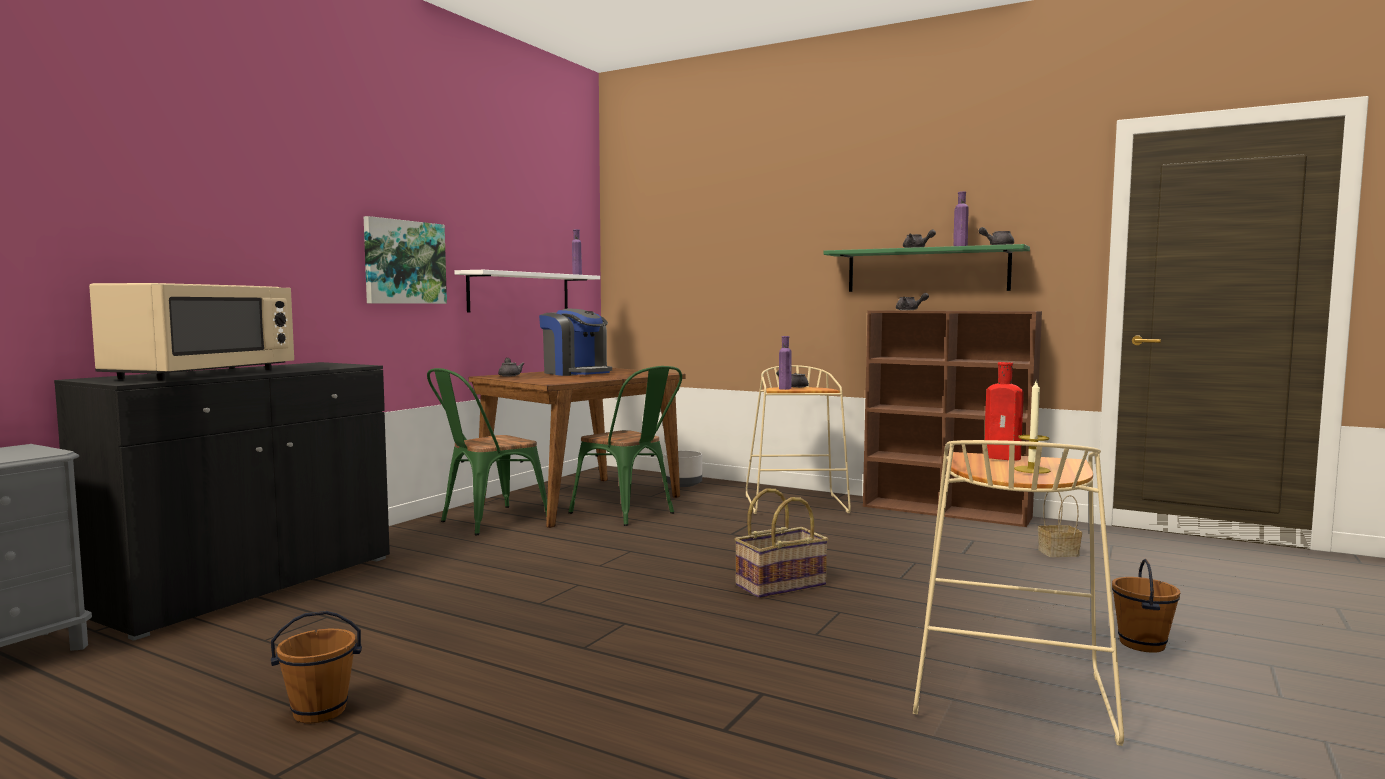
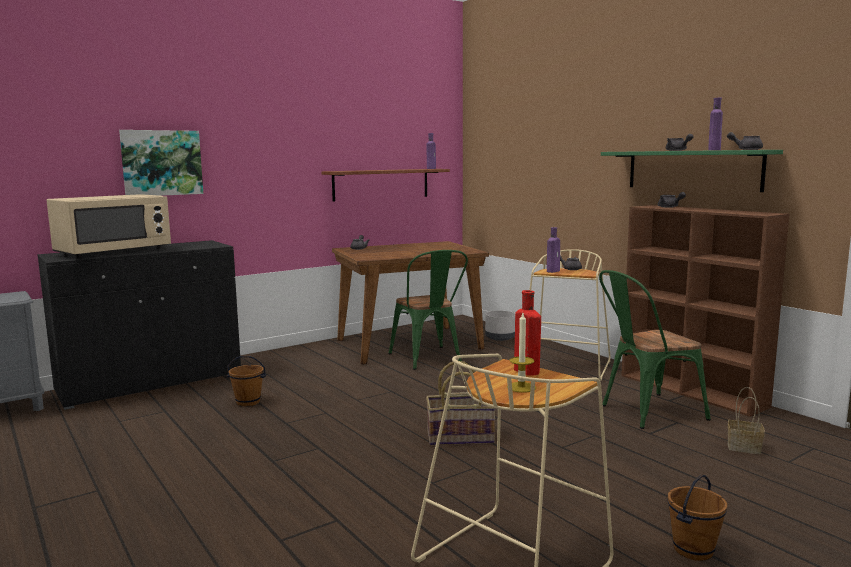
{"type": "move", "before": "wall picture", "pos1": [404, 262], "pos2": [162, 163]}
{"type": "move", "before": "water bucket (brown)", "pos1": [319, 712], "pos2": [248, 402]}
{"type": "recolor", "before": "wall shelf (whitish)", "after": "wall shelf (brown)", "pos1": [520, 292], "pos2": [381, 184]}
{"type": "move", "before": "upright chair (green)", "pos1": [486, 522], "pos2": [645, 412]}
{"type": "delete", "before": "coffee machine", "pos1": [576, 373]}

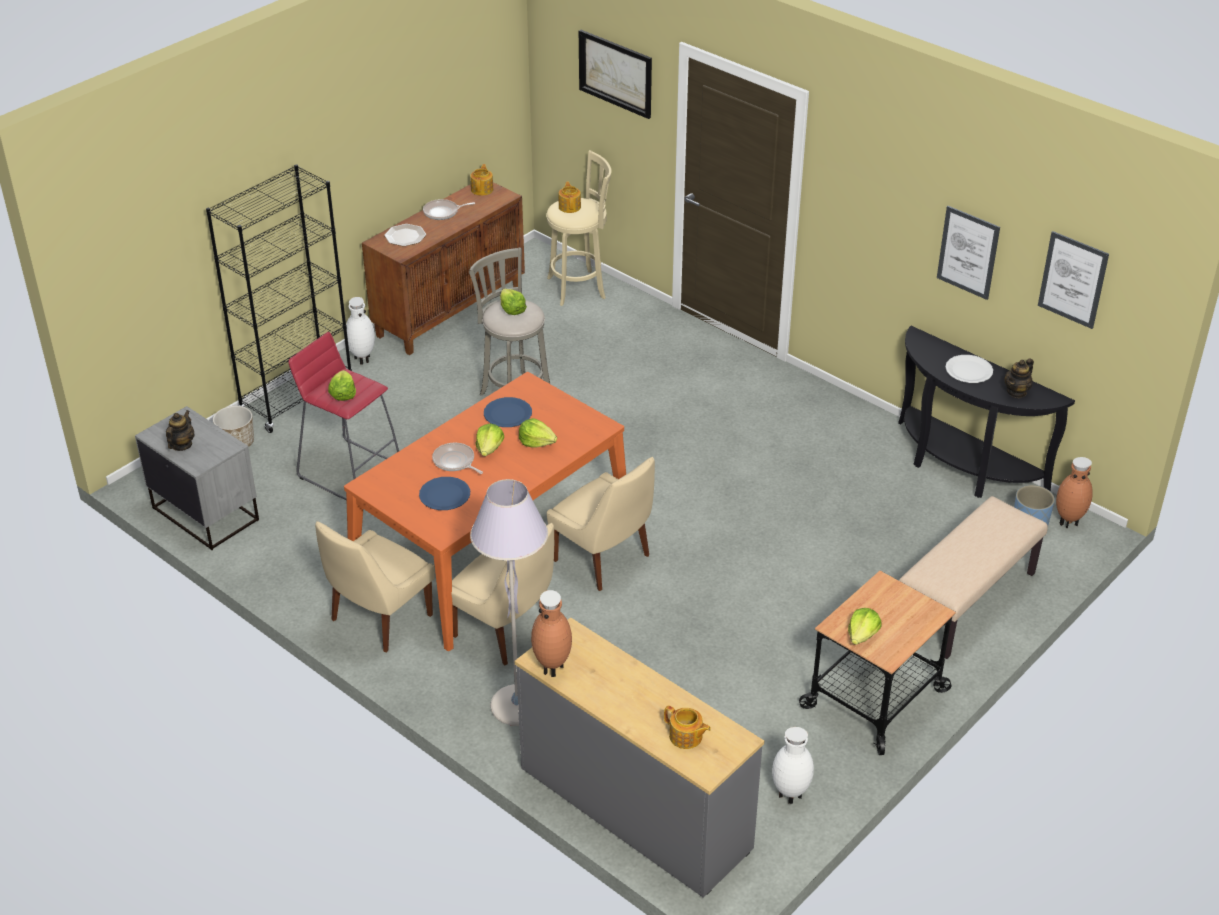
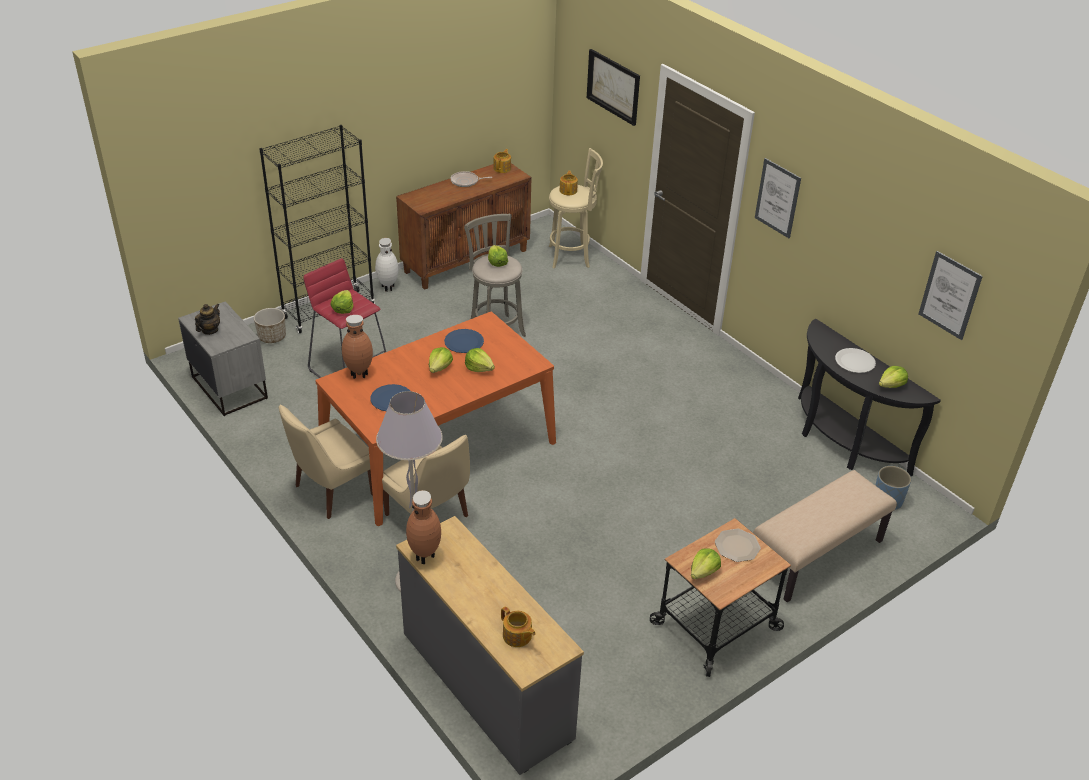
{"type": "move", "before": "vase (brown)", "pos1": [1068, 522], "pos2": [359, 374]}
{"type": "move", "before": "dinner plate", "pos1": [405, 236], "pos2": [737, 546]}
{"type": "move", "before": "wall picture", "pos1": [968, 252], "pos2": [777, 198]}
{"type": "replace", "before": "tea pot", "after": "lettuce head", "pos1": [1016, 392], "pos2": [891, 385]}
{"type": "delete", "before": "skillet", "pos1": [455, 462]}
{"type": "delete", "before": "upright chair (beige)", "pos1": [604, 560]}
{"type": "delete", "before": "vase (whitish)", "pos1": [790, 797]}

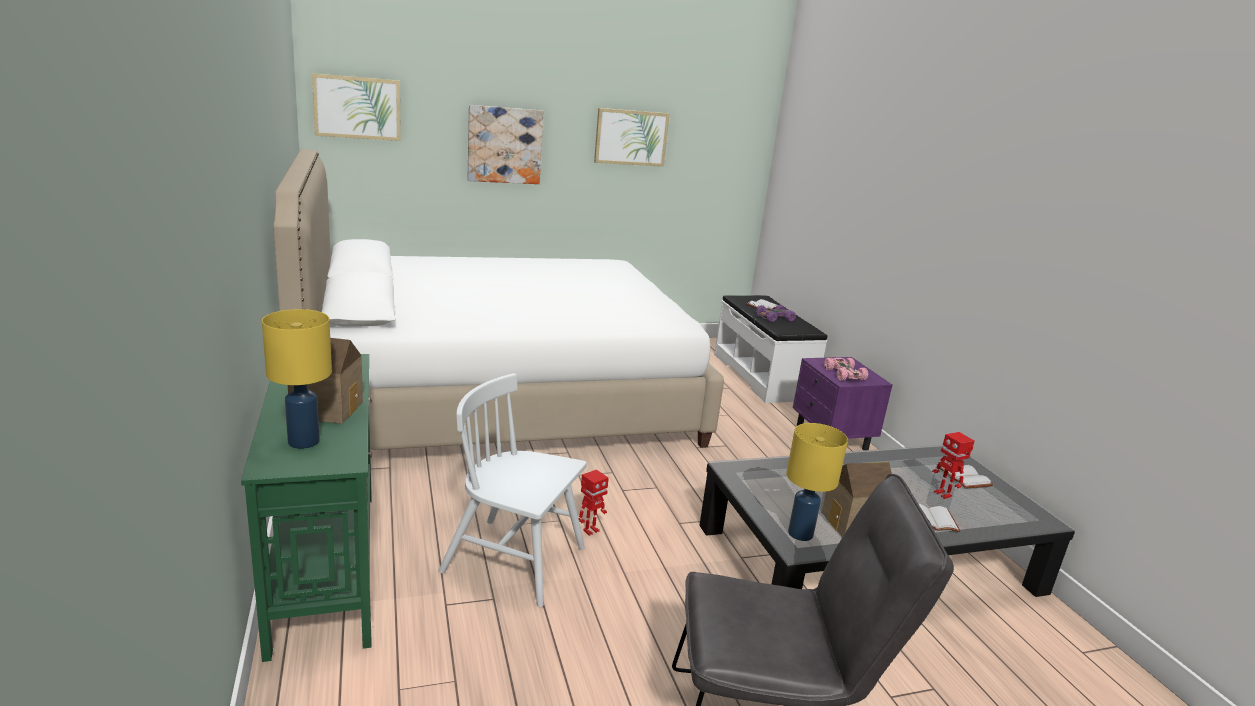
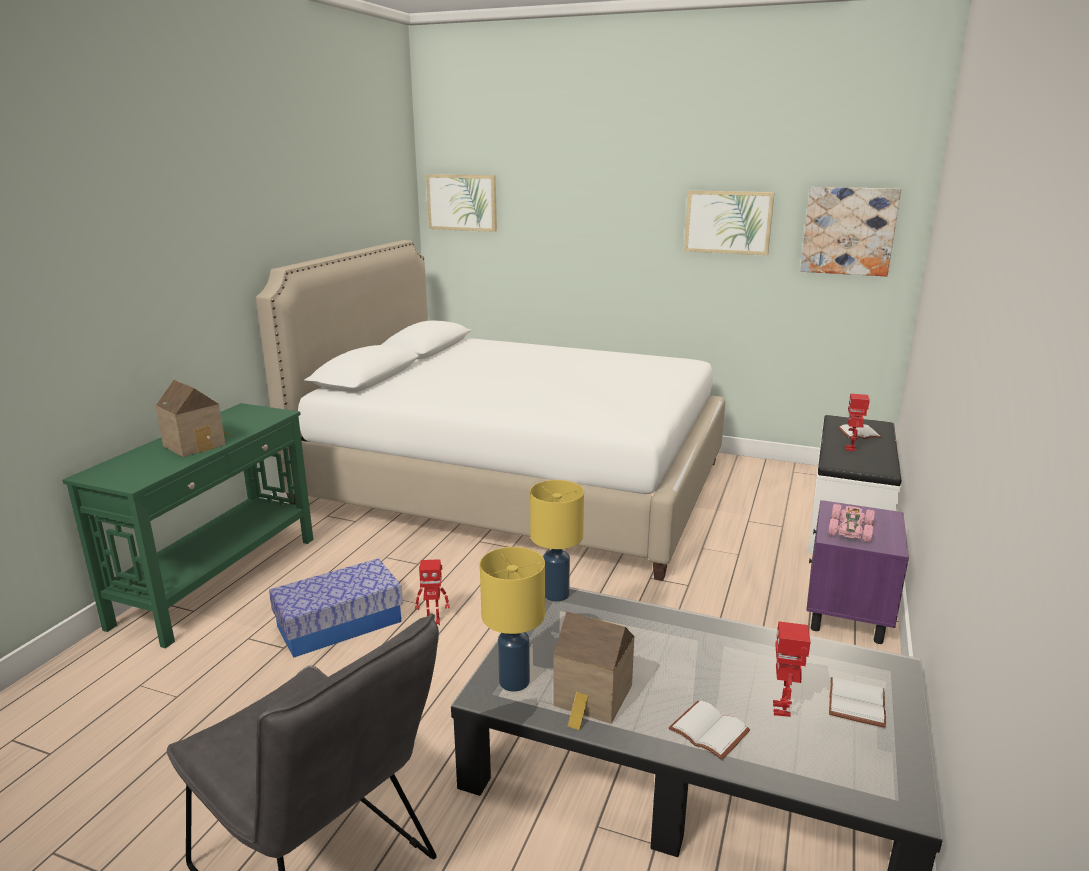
{"type": "replace", "before": "upright chair (whitish)", "after": "storage bin", "pos1": [514, 560], "pos2": [339, 624]}
{"type": "move", "before": "tabletop lamp (yellowish)", "pos1": [302, 442], "pos2": [555, 594]}
{"type": "move", "before": "wall picture", "pos1": [504, 145], "pos2": [848, 231]}
{"type": "replace", "before": "model car (purple-coloured)", "after": "robot figure", "pos1": [774, 318], "pos2": [851, 448]}

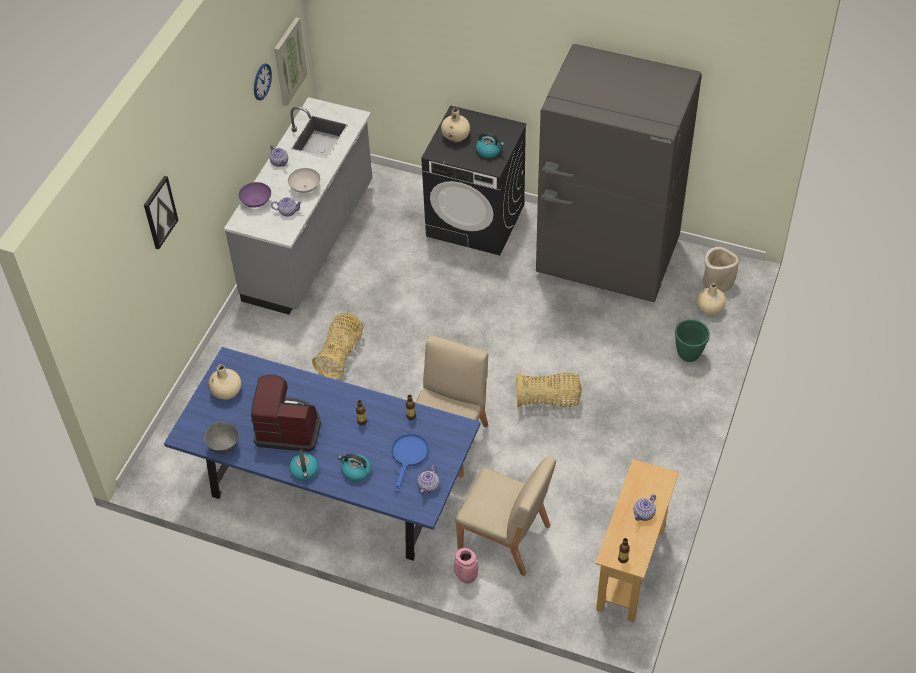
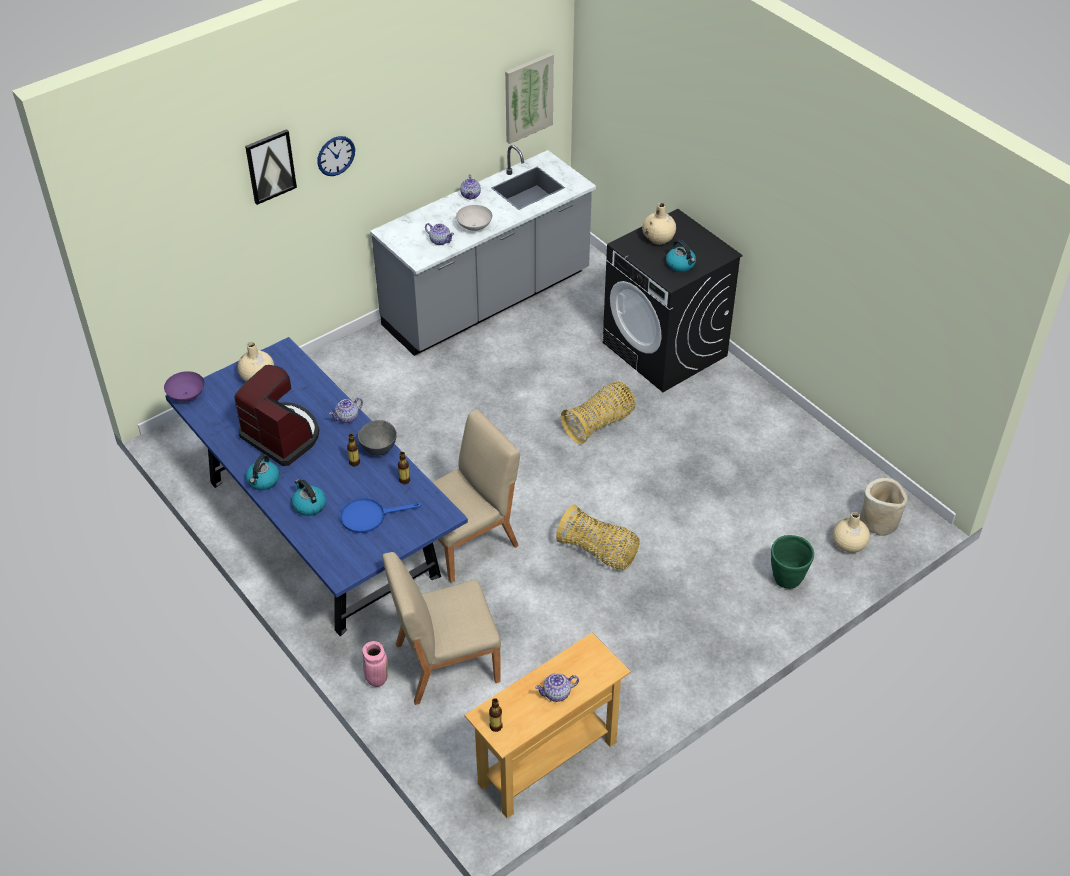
{"type": "move", "before": "serving bowl (purple-coloured)", "pos1": [256, 202], "pos2": [186, 396]}
{"type": "move", "before": "wall clock", "pos1": [262, 81], "pos2": [336, 155]}
{"type": "move", "before": "tea pot", "pos1": [429, 486], "pos2": [347, 417]}
{"type": "rotate", "before": "skillet (blue)", "pos1": [408, 457], "pos2": [369, 516], "turn": -150}
{"type": "move", "before": "serving bowl (grey)", "pos1": [224, 447], "pos2": [378, 450]}
{"type": "rotate", "before": "upright chair (beige)", "pos1": [505, 538], "pos2": [445, 662], "turn": 105}
{"type": "move", "before": "basket", "pos1": [341, 354], "pos2": [599, 424]}
{"type": "delete", "before": "kitchen fridge (grey)", "pos1": [607, 259]}

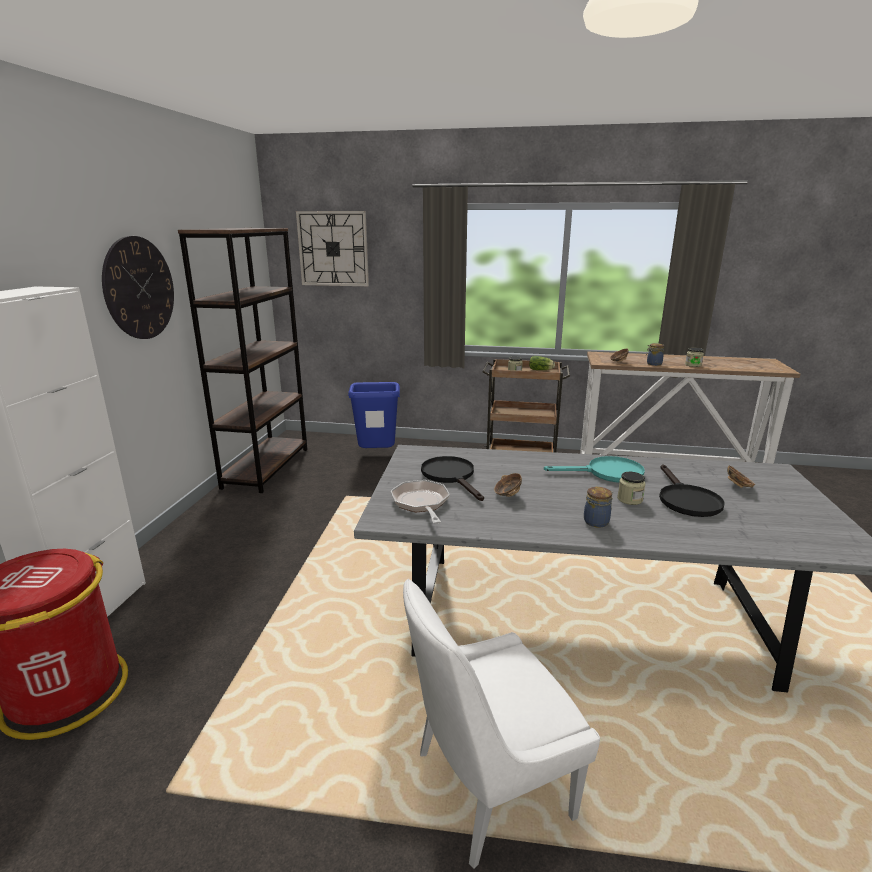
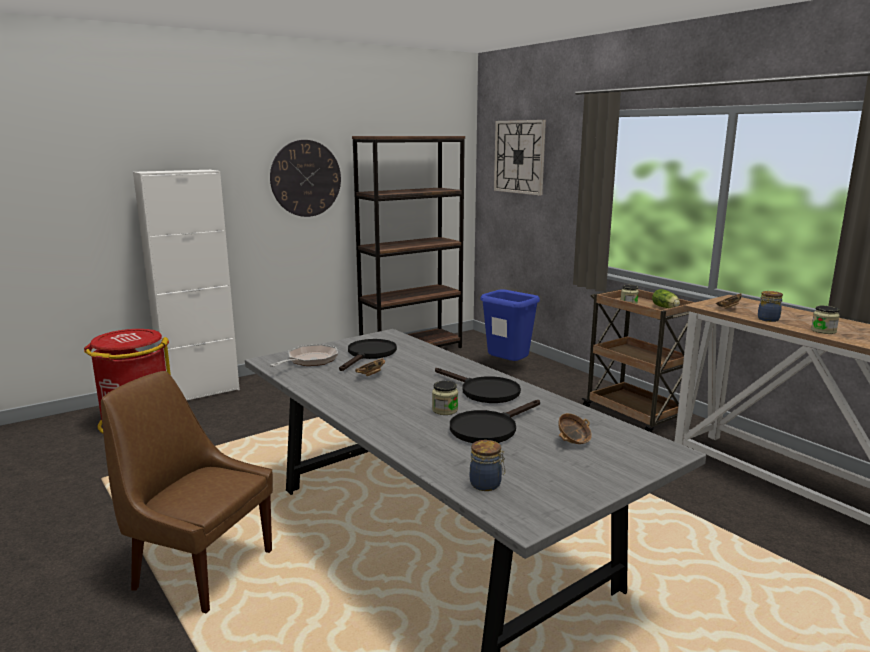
{"type": "recolor", "before": "upright chair (whitish)", "after": "upright chair (brown)", "pos1": [487, 786], "pos2": [200, 568]}
{"type": "recolor", "before": "skillet (blue-green)", "after": "skillet (black-coloured)", "pos1": [607, 473], "pos2": [483, 391]}
{"type": "move", "before": "jar", "pos1": [597, 521], "pos2": [486, 484]}

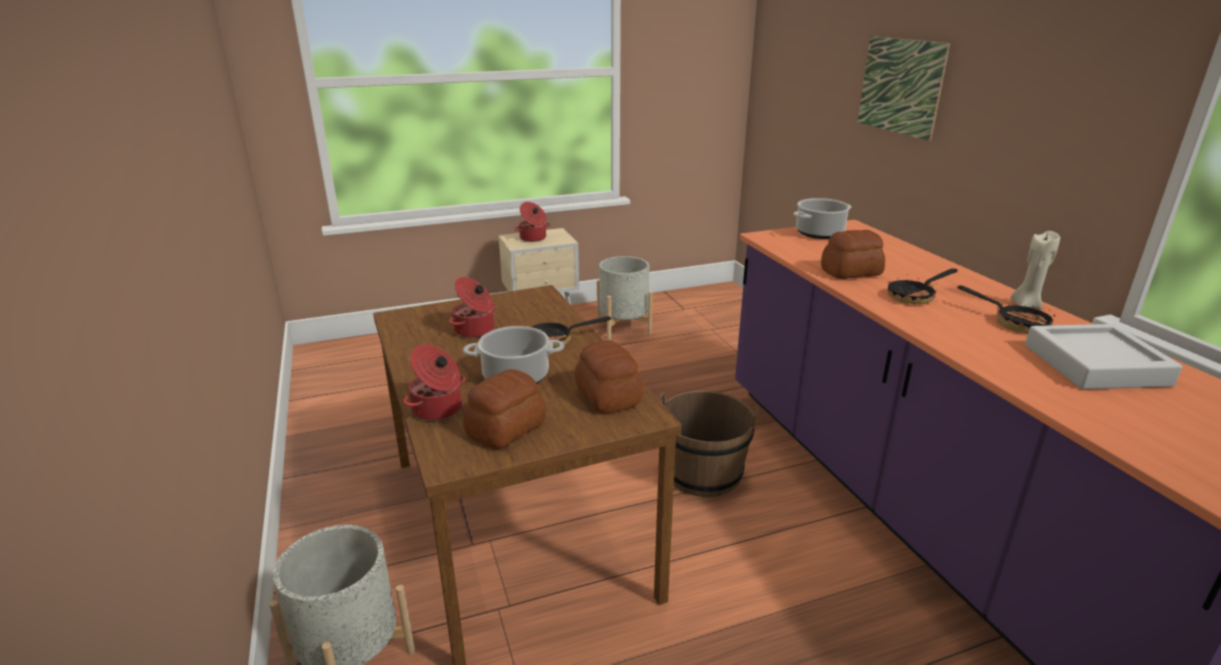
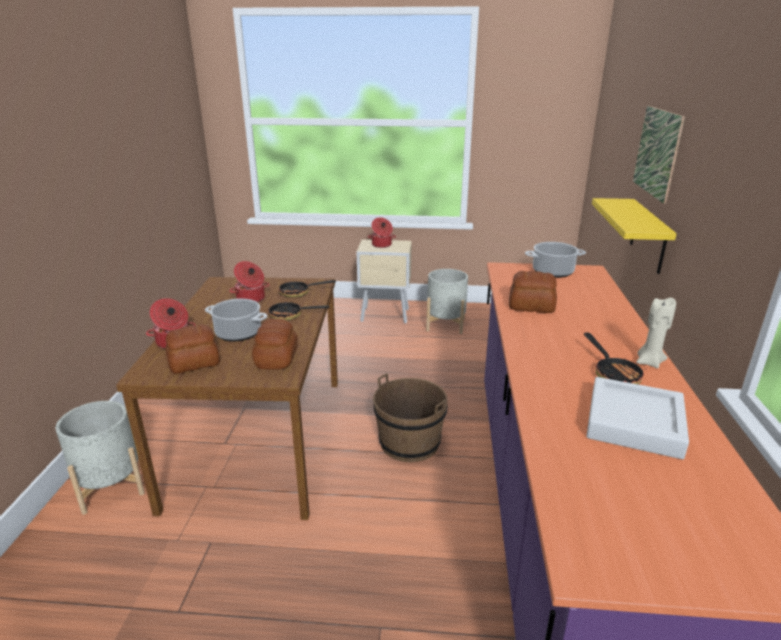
{"type": "move", "before": "skillet", "pos1": [915, 296], "pos2": [299, 293]}
{"type": "insert", "after": "wall shelf (yellowish)", "pos2": [648, 236]}

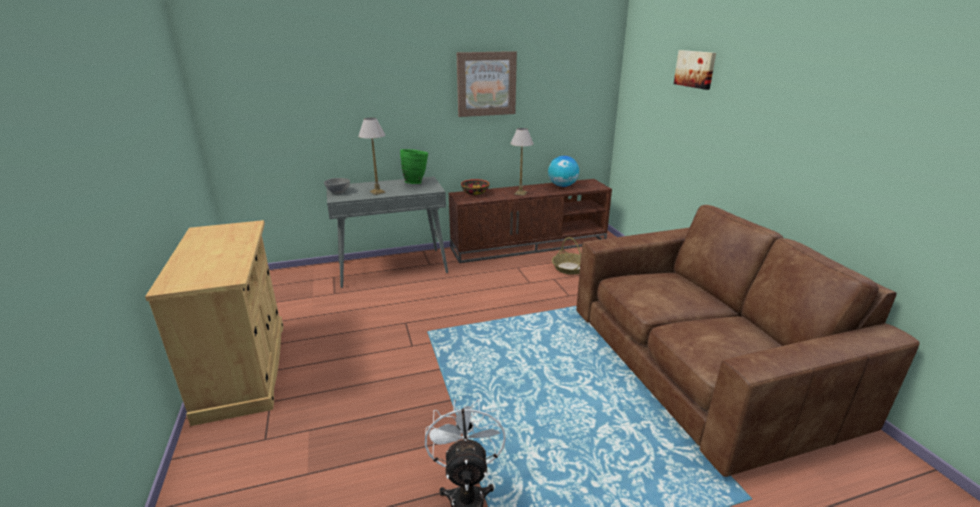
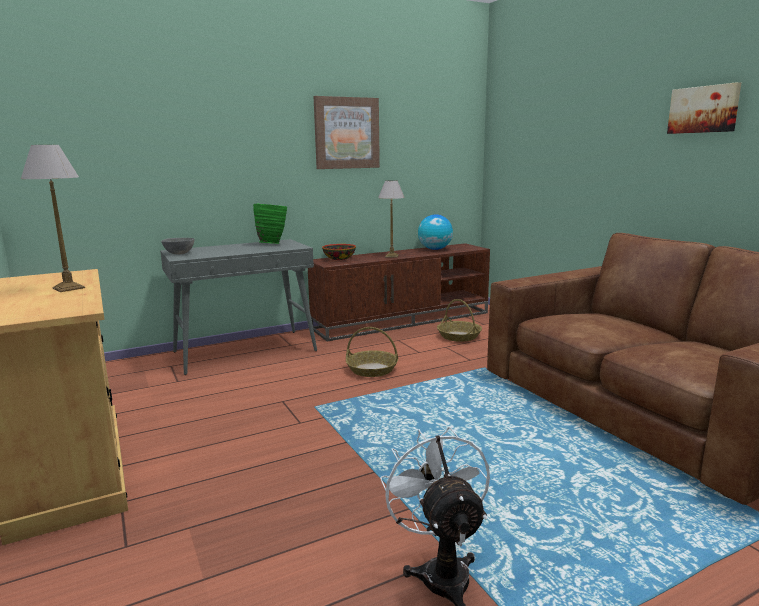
{"type": "move", "before": "tabletop lamp", "pos1": [377, 192], "pos2": [68, 288]}
{"type": "insert", "after": "basket", "pos2": [372, 369]}
{"type": "move", "before": "wall picture", "pos1": [695, 69], "pos2": [704, 109]}

